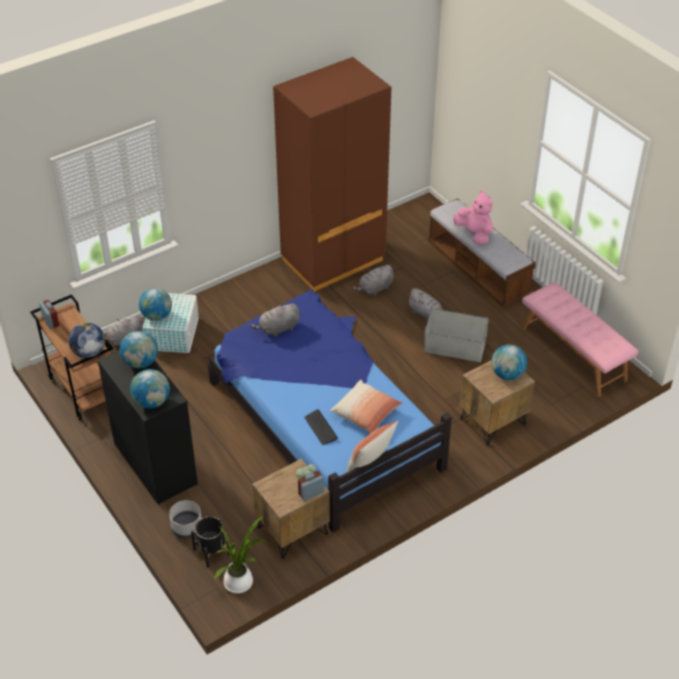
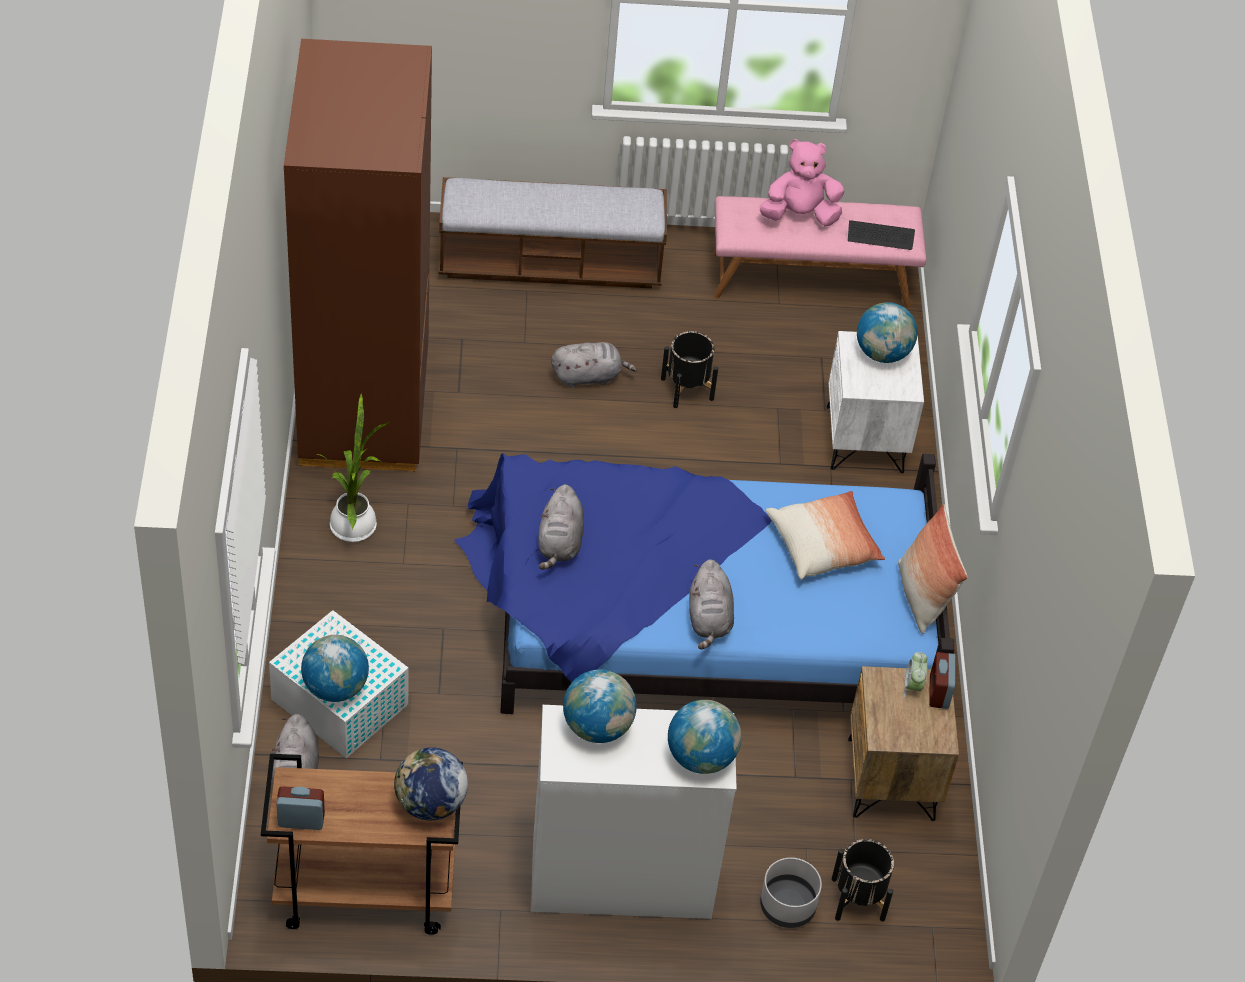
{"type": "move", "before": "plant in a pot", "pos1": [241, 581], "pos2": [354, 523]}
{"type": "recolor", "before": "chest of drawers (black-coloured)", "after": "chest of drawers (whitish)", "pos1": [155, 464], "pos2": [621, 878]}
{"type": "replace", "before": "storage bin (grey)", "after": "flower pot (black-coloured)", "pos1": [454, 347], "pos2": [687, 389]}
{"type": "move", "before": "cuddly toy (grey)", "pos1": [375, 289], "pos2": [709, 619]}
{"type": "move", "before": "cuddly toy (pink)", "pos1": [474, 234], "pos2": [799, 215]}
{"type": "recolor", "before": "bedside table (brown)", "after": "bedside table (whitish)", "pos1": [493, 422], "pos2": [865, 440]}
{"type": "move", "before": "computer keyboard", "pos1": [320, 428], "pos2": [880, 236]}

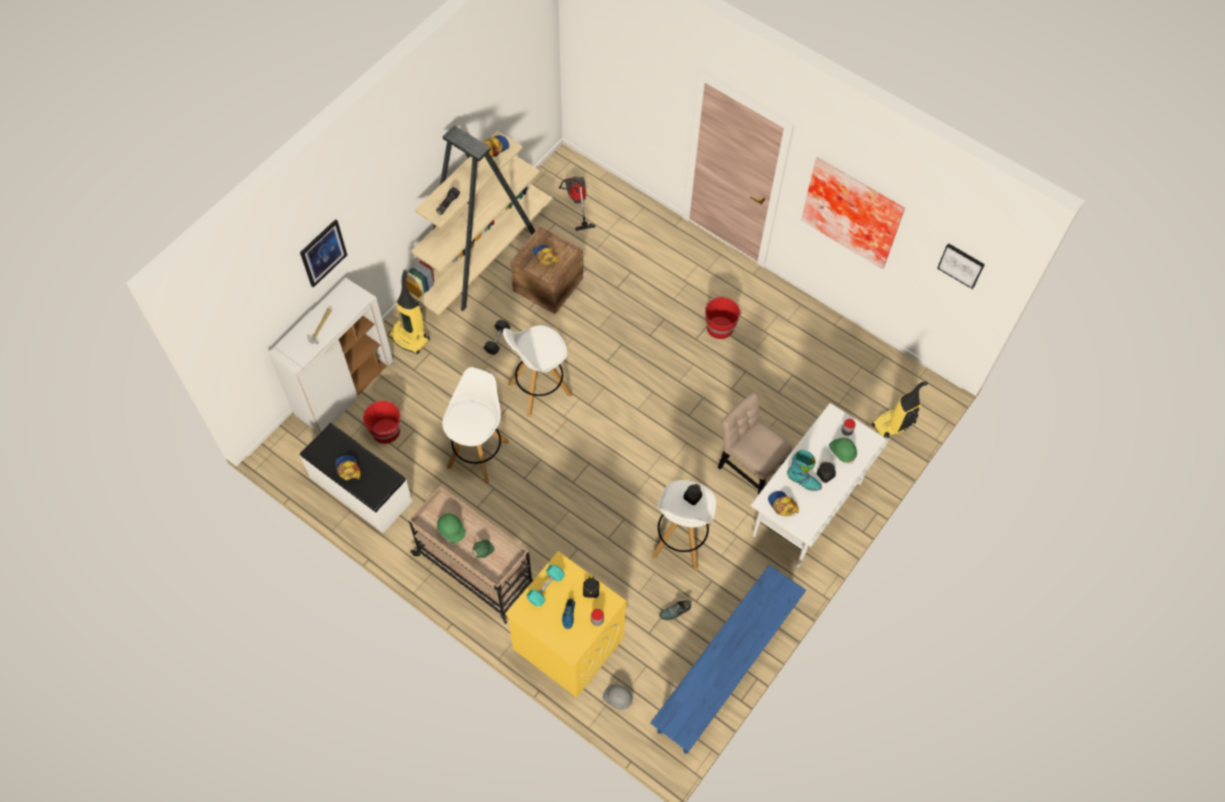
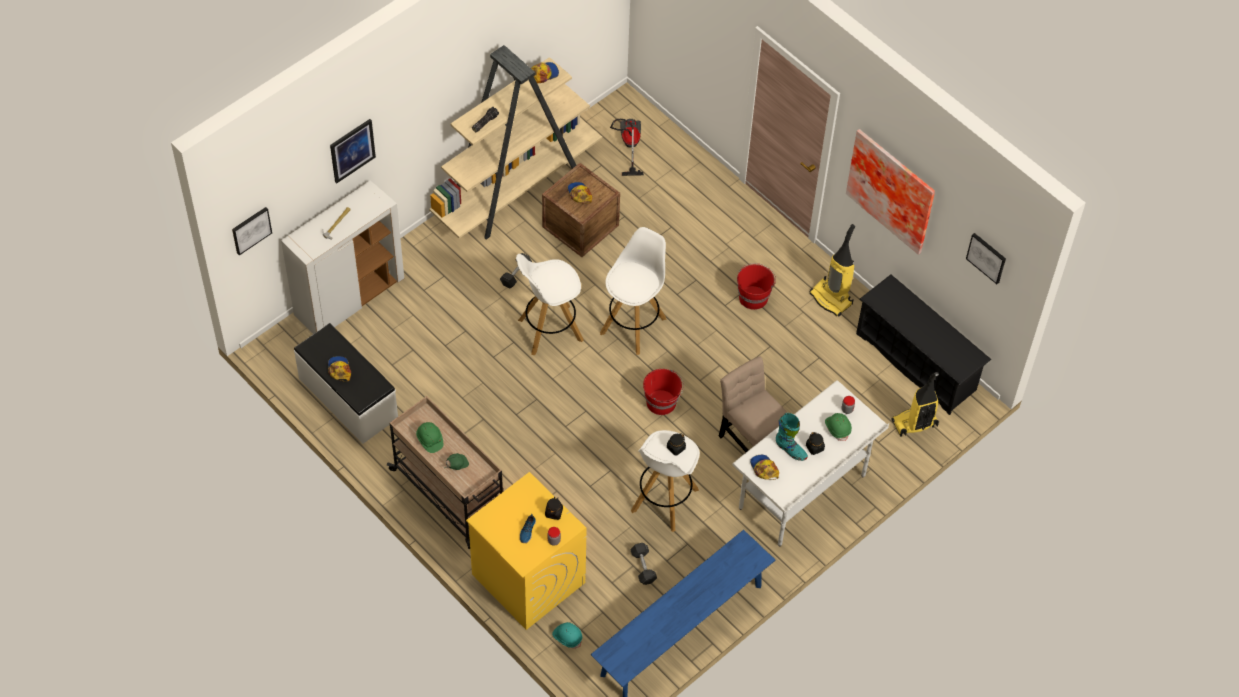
{"type": "insert", "after": "wall picture", "pos2": [251, 230]}
{"type": "recolor", "before": "work helmet (grey)", "after": "work helmet (blue-green)", "pos1": [618, 698], "pos2": [567, 637]}
{"type": "move", "before": "sitting stool (whitish)", "pos1": [478, 453], "pos2": [634, 325]}
{"type": "replace", "before": "shoe", "after": "free weight (grey)", "pos1": [675, 612], "pos2": [643, 567]}
{"type": "move", "before": "water bucket (red)", "pos1": [386, 431], "pos2": [662, 402]}
{"type": "move", "before": "hoover", "pos1": [410, 337], "pos2": [832, 298]}
{"type": "insert", "after": "shoe rack (black-coloured)", "pos2": [916, 362]}
{"type": "delete", "before": "free weight (blue-green)", "pos1": [545, 588]}

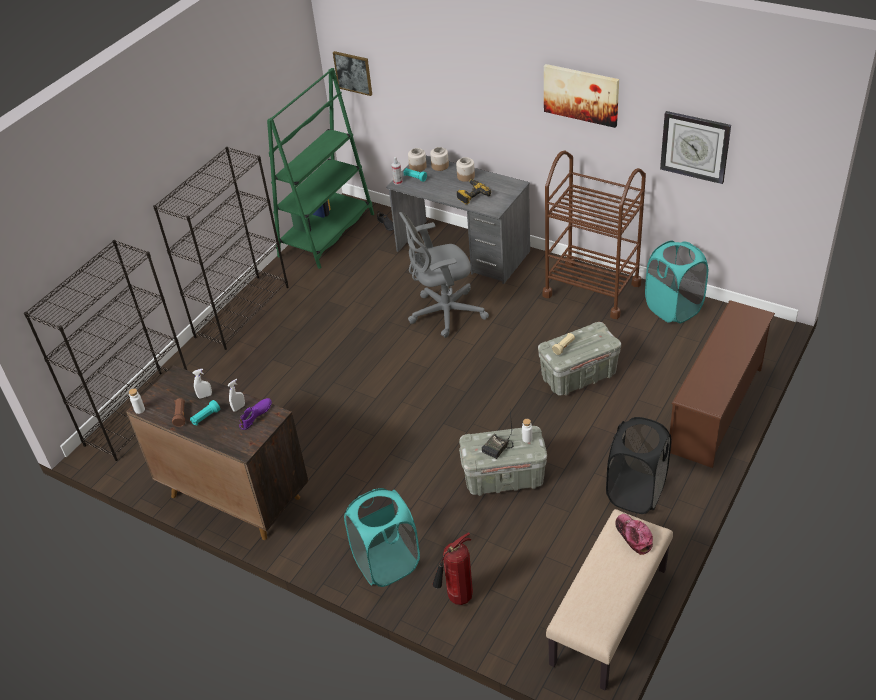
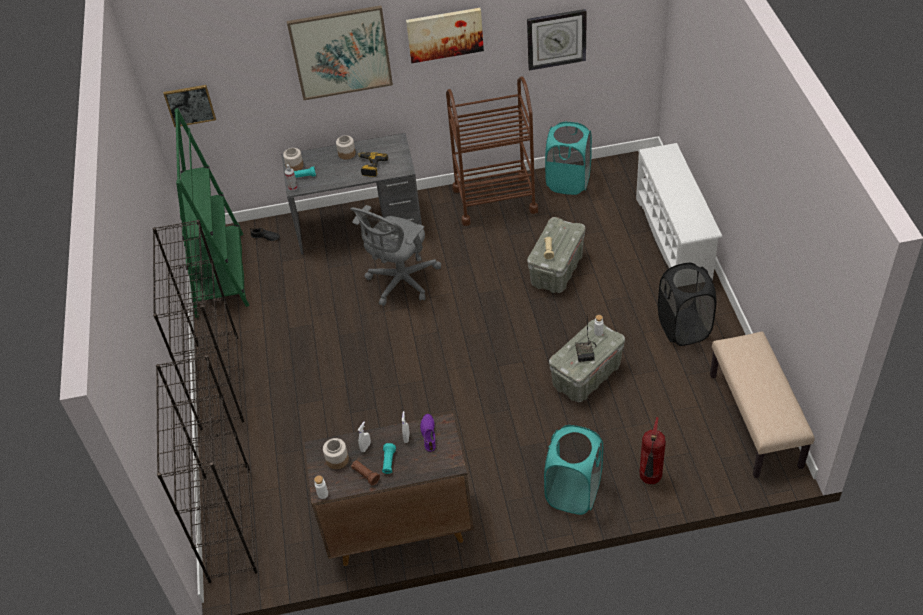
{"type": "insert", "after": "wall picture", "pos2": [341, 52]}
{"type": "move", "before": "jar", "pos1": [440, 166], "pos2": [337, 459]}
{"type": "recolor", "before": "shoe rack (brown)", "after": "shoe rack (whitish)", "pos1": [717, 410], "pos2": [674, 239]}
{"type": "delete", "before": "baseball cap", "pos1": [633, 536]}

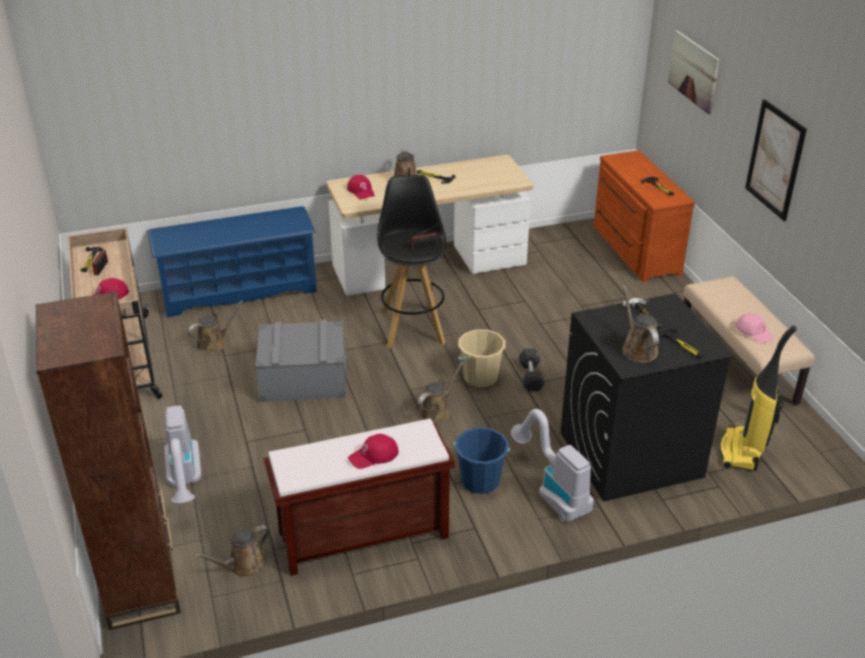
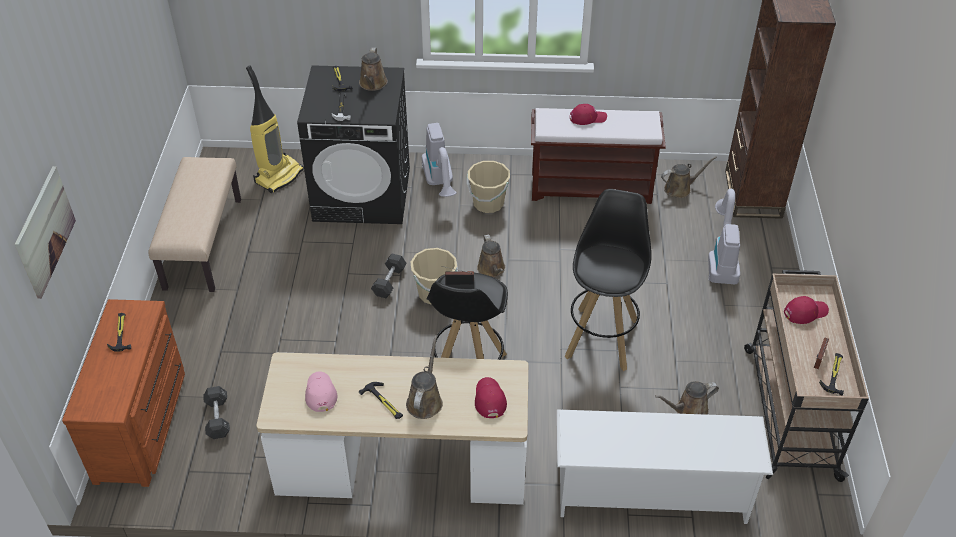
{"type": "insert", "after": "free weight (black-coloured)", "pos2": [218, 418]}
{"type": "move", "before": "baseball cap (pink)", "pos1": [754, 332], "pos2": [320, 393]}
{"type": "recolor", "before": "water bucket (blue)", "after": "water bucket (beige)", "pos1": [480, 481], "pos2": [488, 203]}
{"type": "rotate", "before": "watering pot (brown)", "pos1": [436, 411], "pos2": [492, 270], "turn": -75}
{"type": "recolor", "before": "shoe rack (blue)", "after": "shoe rack (whitish)", "pos1": [239, 291], "pos2": [651, 492]}
{"type": "replace", "before": "storage bin (grey)", "after": "sitting stool (black-coloured)", "pos1": [303, 378], "pos2": [602, 337]}
{"type": "delete", "before": "wall picture", "pos1": [775, 160]}

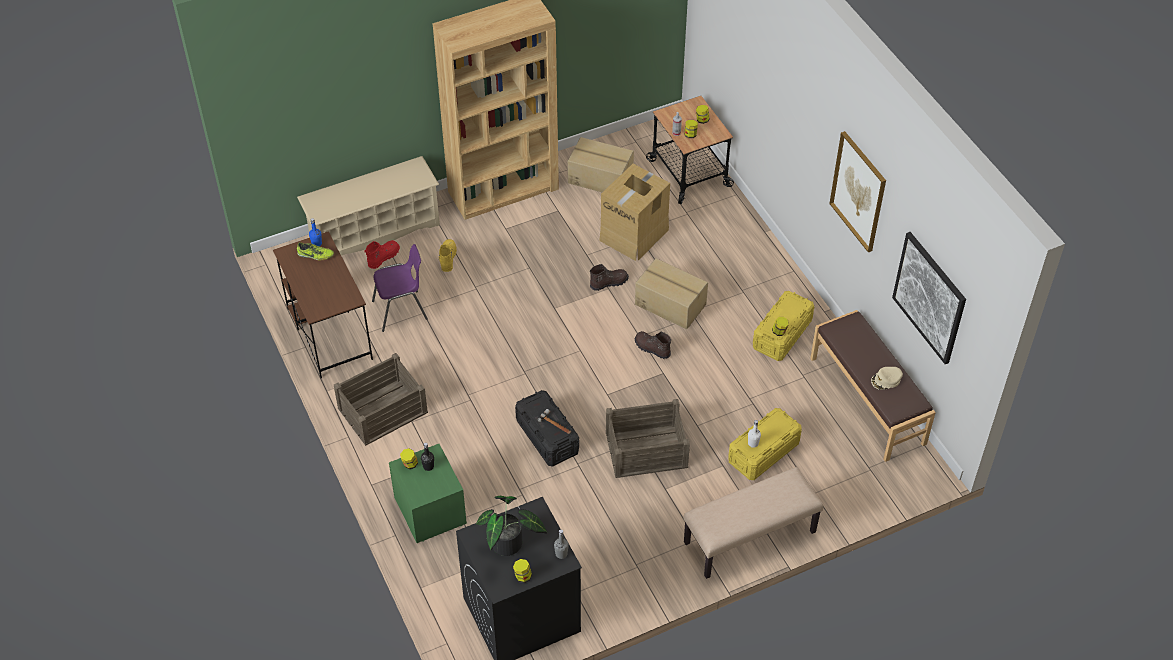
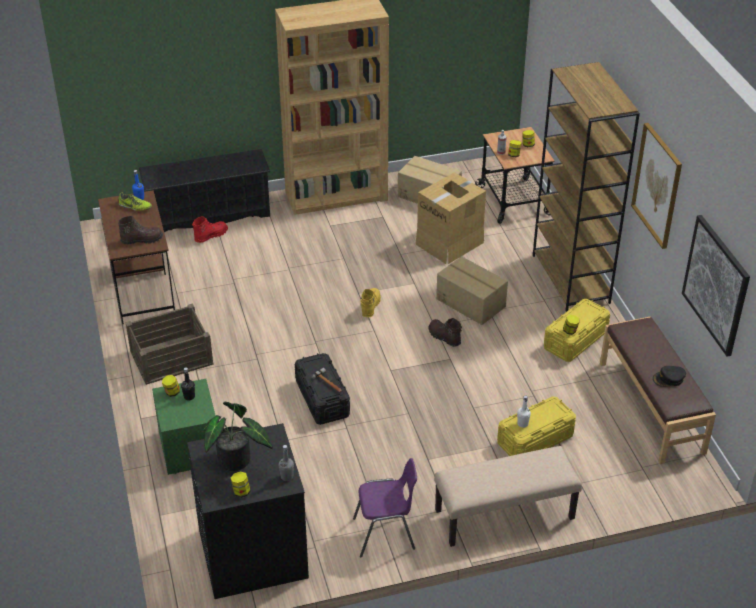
{"type": "move", "before": "high-top boot (brown)", "pos1": [608, 283], "pos2": [142, 240]}
{"type": "recolor", "before": "shoe rack (beige)", "after": "shoe rack (black-coloured)", "pos1": [374, 231], "pos2": [209, 215]}
{"type": "move", "before": "upright chair (purple-coloured)", "pos1": [401, 310], "pos2": [386, 534]}
{"type": "move", "before": "high-top boot (yellowish)", "pos1": [447, 259], "pos2": [370, 306]}
{"type": "insert", "after": "bookshelf (brown)", "pos2": [571, 279]}
{"type": "recolor", "before": "baseball cap (beige)", "after": "baseball cap (black-coloured)", "pos1": [886, 380], "pos2": [668, 379]}
{"type": "delete", "before": "packing crate", "pos1": [646, 449]}

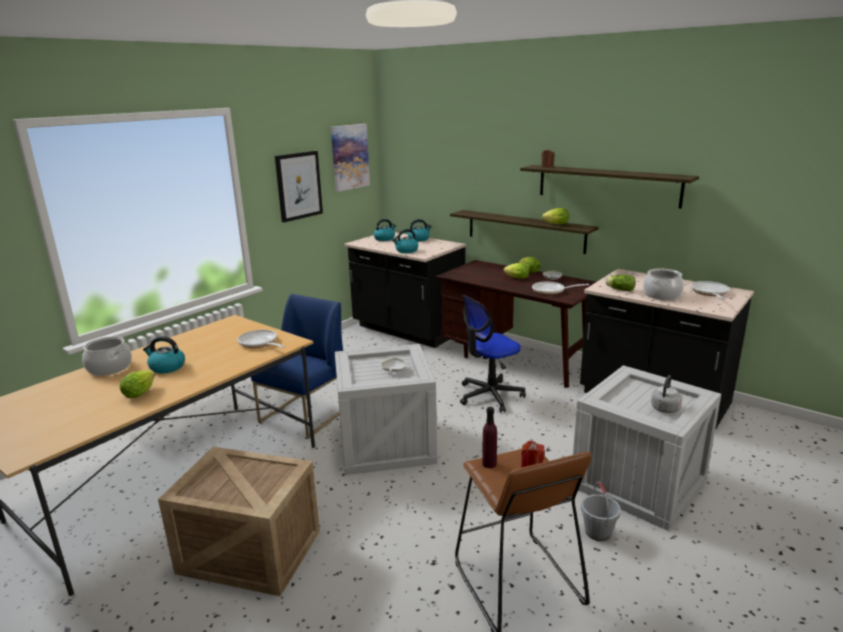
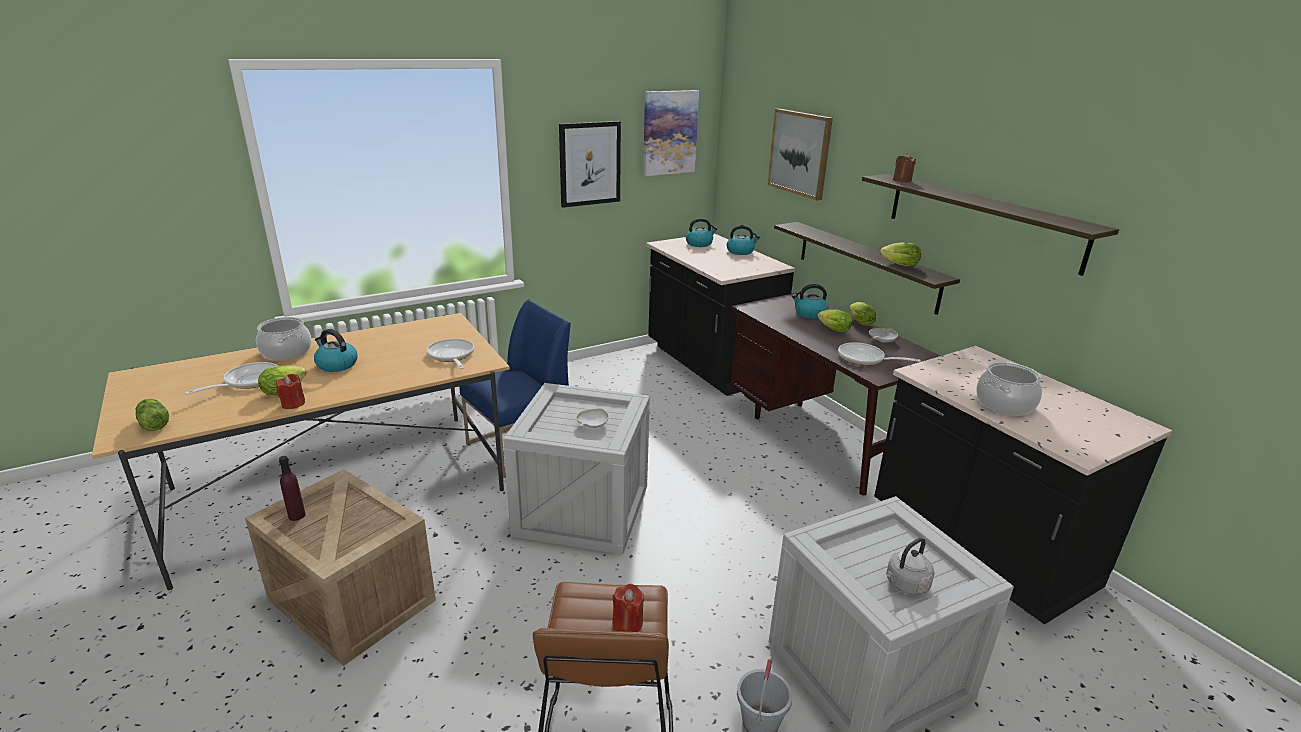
{"type": "move", "before": "lettuce head", "pos1": [619, 289], "pos2": [154, 423]}
{"type": "move", "before": "skillet", "pos1": [709, 293], "pos2": [248, 381]}
{"type": "insert", "after": "wax light (red)", "pos2": [293, 404]}
{"type": "move", "before": "beverage bottle (purple-coloured)", "pos1": [489, 464], "pos2": [297, 516]}
{"type": "insert", "after": "wall picture", "pos2": [800, 153]}
{"type": "move", "before": "tea kettle", "pos1": [406, 251], "pos2": [809, 314]}
{"type": "delete", "before": "office chair", "pos1": [490, 395]}

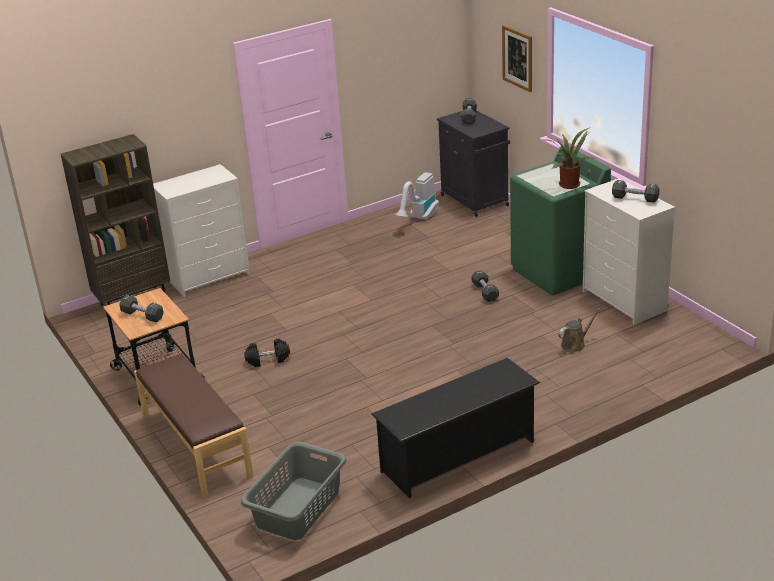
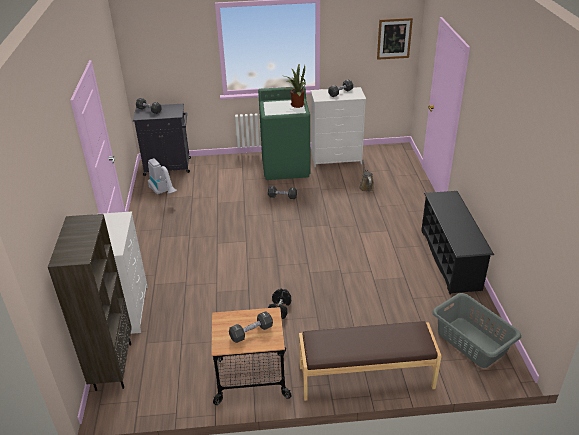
{"type": "move", "before": "wall picture", "pos1": [517, 58], "pos2": [394, 38]}

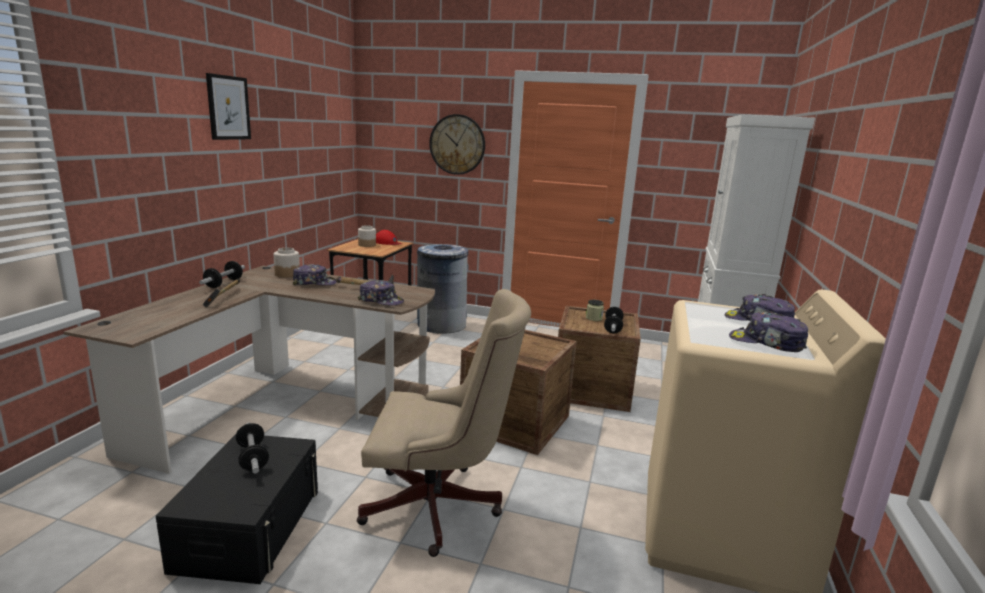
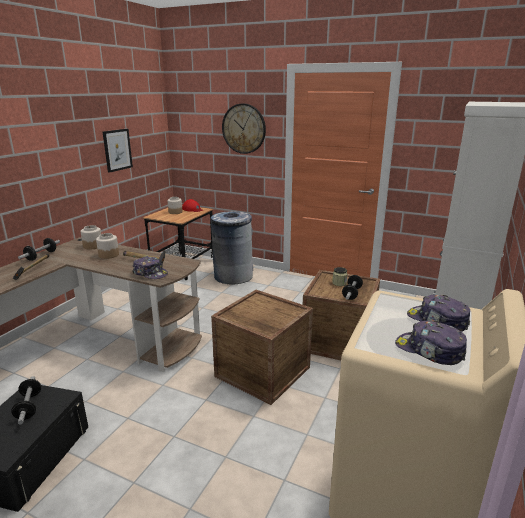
{"type": "replace", "before": "baseball cap", "after": "jar", "pos1": [314, 283], "pos2": [108, 255]}
{"type": "move", "before": "wall picture", "pos1": [228, 108], "pos2": [117, 150]}
{"type": "delete", "before": "office chair (beige)", "pos1": [440, 508]}

